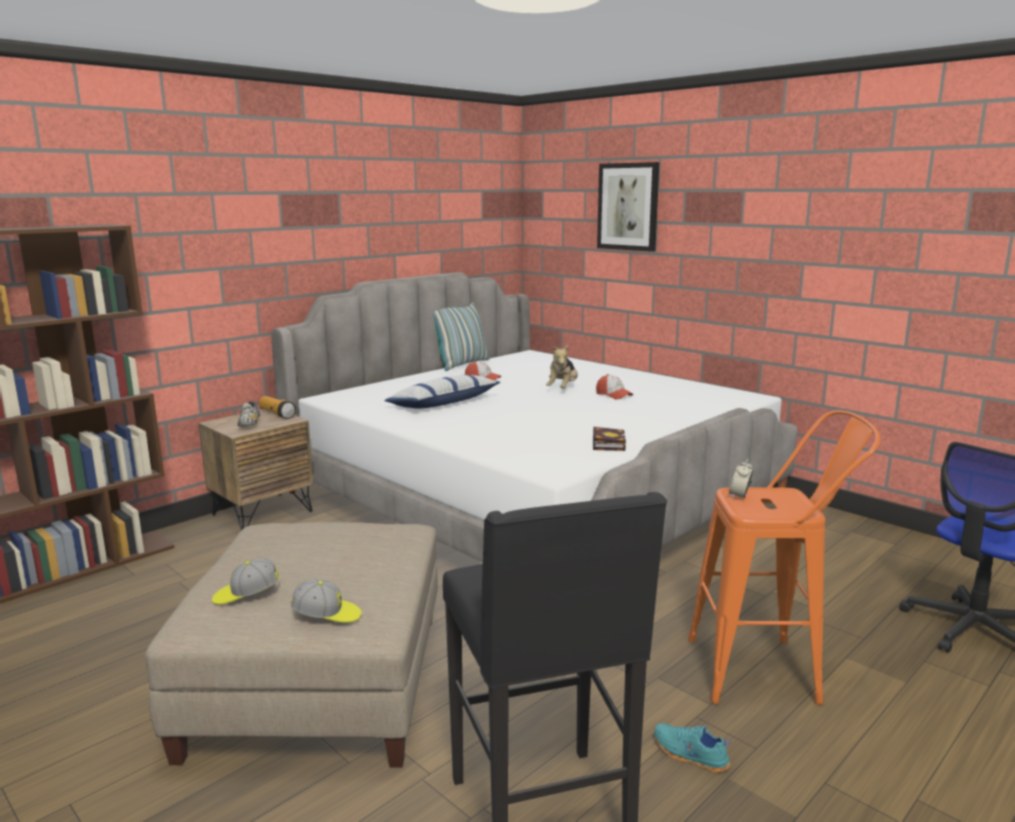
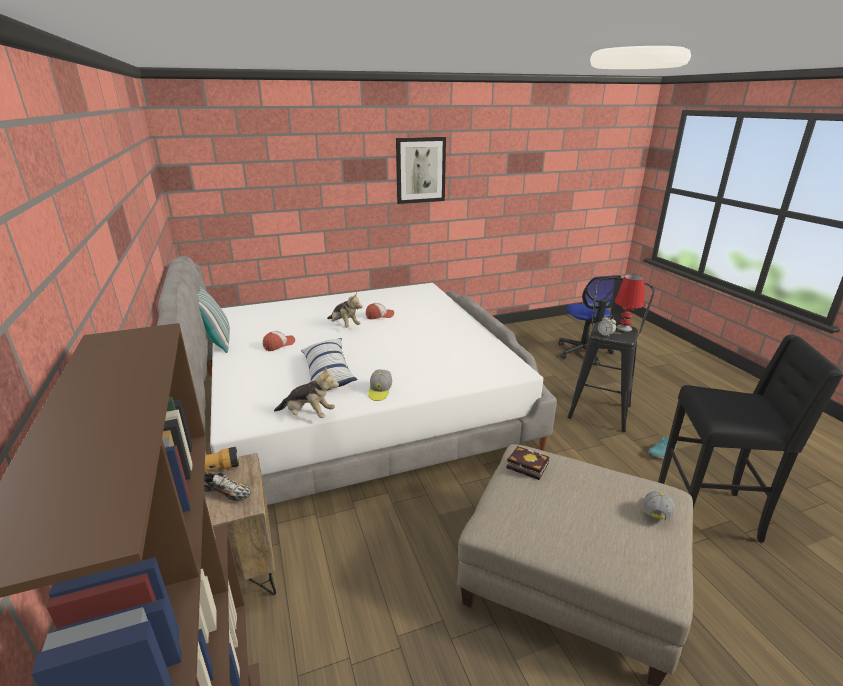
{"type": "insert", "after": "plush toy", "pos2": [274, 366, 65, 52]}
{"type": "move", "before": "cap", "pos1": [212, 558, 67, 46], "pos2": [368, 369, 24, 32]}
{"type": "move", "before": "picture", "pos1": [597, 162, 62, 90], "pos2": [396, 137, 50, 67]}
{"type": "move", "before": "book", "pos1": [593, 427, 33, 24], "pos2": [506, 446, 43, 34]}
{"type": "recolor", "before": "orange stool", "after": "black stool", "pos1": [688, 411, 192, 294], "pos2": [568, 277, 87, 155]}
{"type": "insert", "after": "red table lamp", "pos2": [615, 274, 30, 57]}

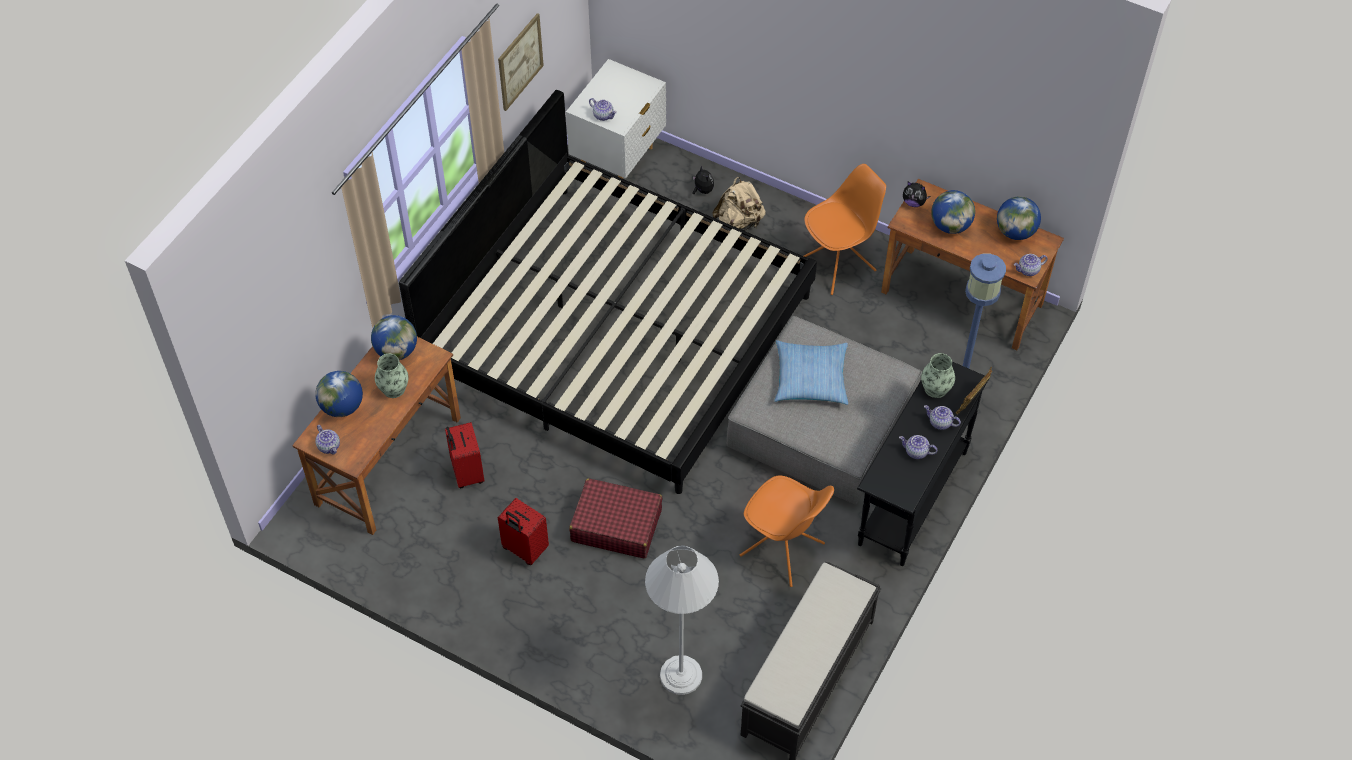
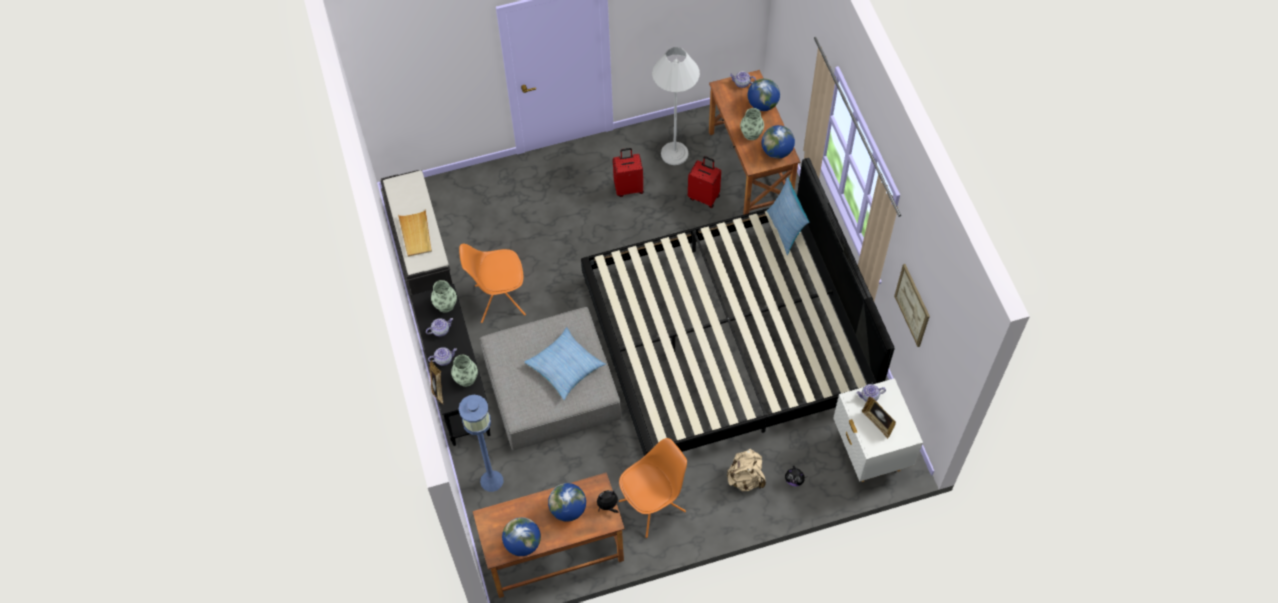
{"type": "insert", "after": "beige tray", "pos2": [398, 209, 34, 48]}
{"type": "insert", "after": "vase", "pos2": [431, 280, 26, 33]}
{"type": "rotate", "before": "orange chair", "pos1": [804, 164, 82, 131], "pos2": [619, 438, 68, 100], "turn": -135}
{"type": "move", "before": "white floor lamp", "pos1": [645, 545, 74, 150], "pos2": [652, 47, 48, 118]}
{"type": "insert", "after": "pillow", "pos2": [767, 178, 42, 77]}
{"type": "insert", "after": "picture frame", "pos2": [862, 397, 34, 42]}
{"type": "delete", "before": "red suitcase", "pos1": [569, 478, 93, 80]}
{"type": "delete", "before": "teapot", "pos1": [1014, 254, 34, 22]}

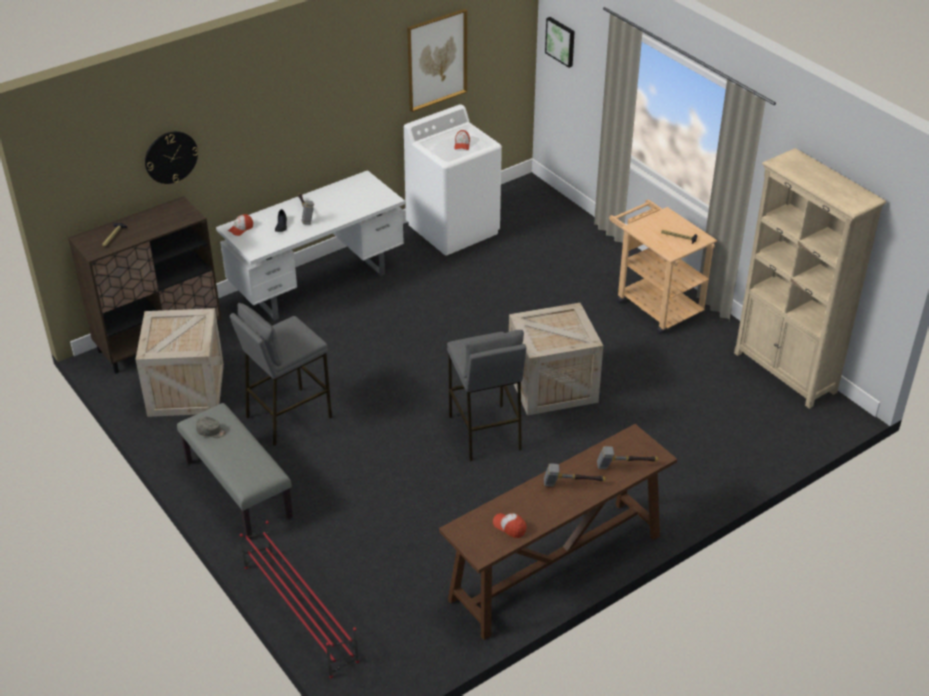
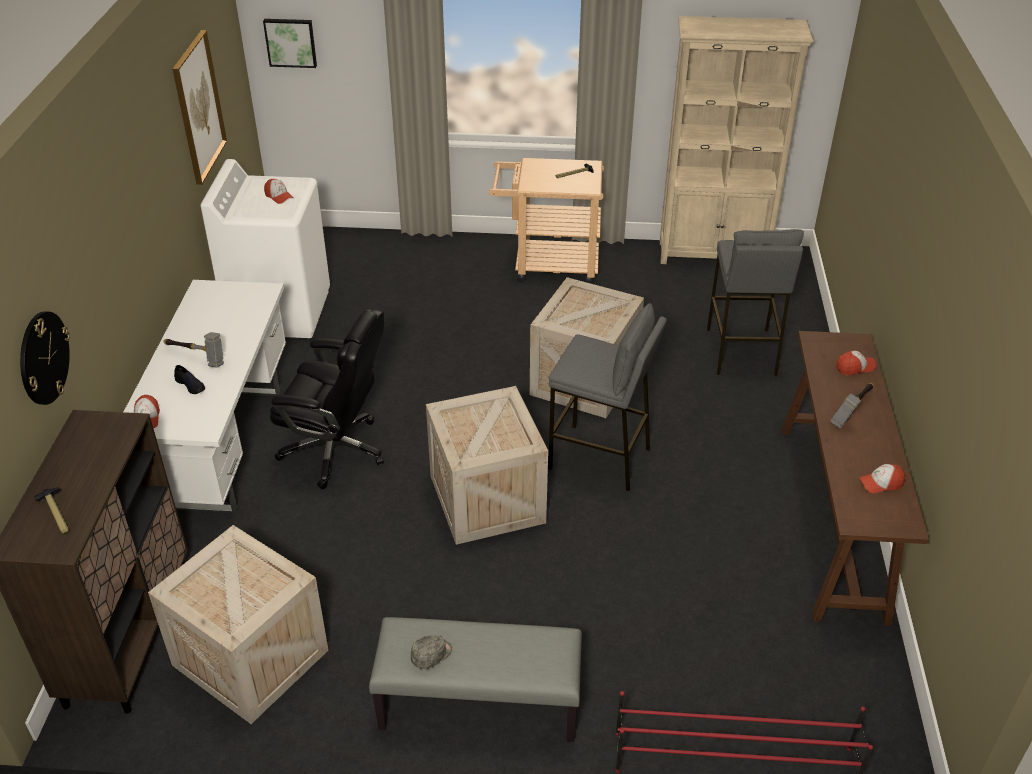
{"type": "insert", "after": "black office chair", "pos2": [270, 309, 114, 180]}
{"type": "insert", "after": "crate", "pos2": [426, 386, 122, 159]}
{"type": "move", "before": "grey stool", "pos1": [230, 303, 102, 143], "pos2": [707, 229, 97, 147]}
{"type": "replace", "before": "hammer", "after": "cap", "pos1": [597, 446, 62, 23], "pos2": [837, 351, 39, 24]}

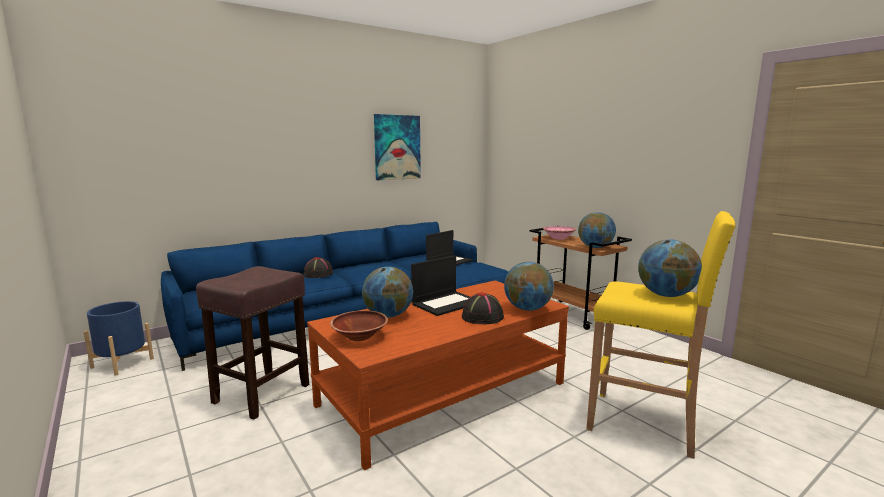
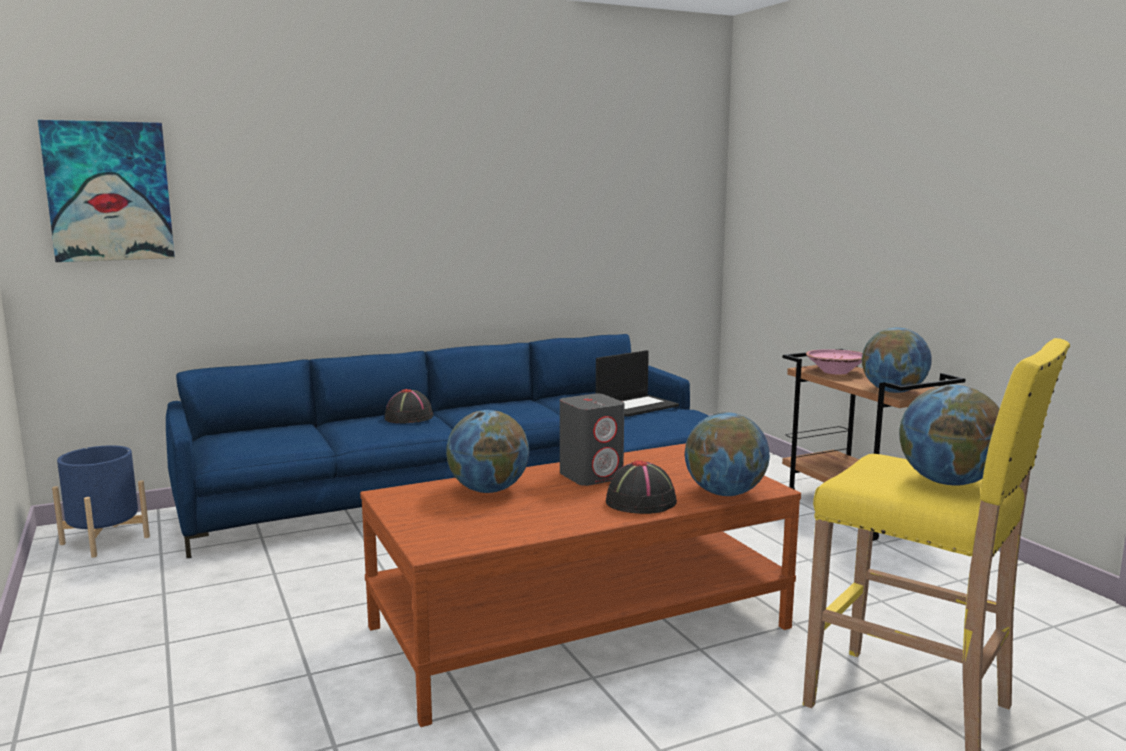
{"type": "move", "before": "picture", "pos1": [374, 114, 47, 66], "pos2": [38, 120, 137, 142]}
{"type": "replace", "before": "laptop", "after": "grey speaker", "pos1": [411, 255, 59, 61], "pos2": [560, 394, 64, 92]}
{"type": "delete", "before": "brown stool", "pos1": [196, 266, 113, 154]}
{"type": "delete", "before": "brown bowl", "pos1": [330, 310, 58, 31]}

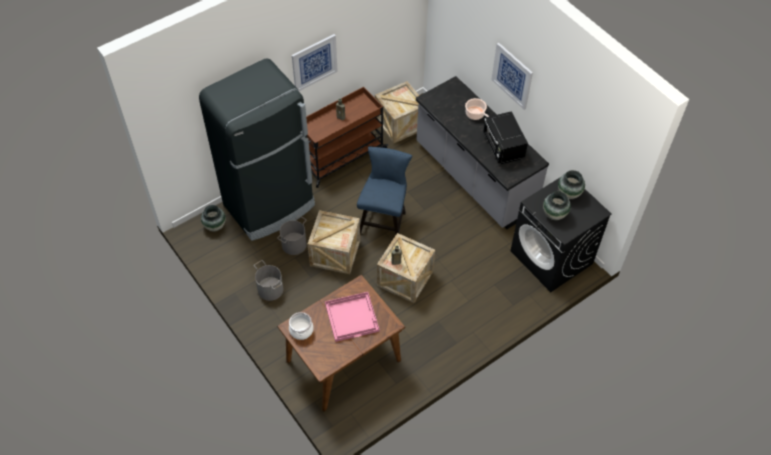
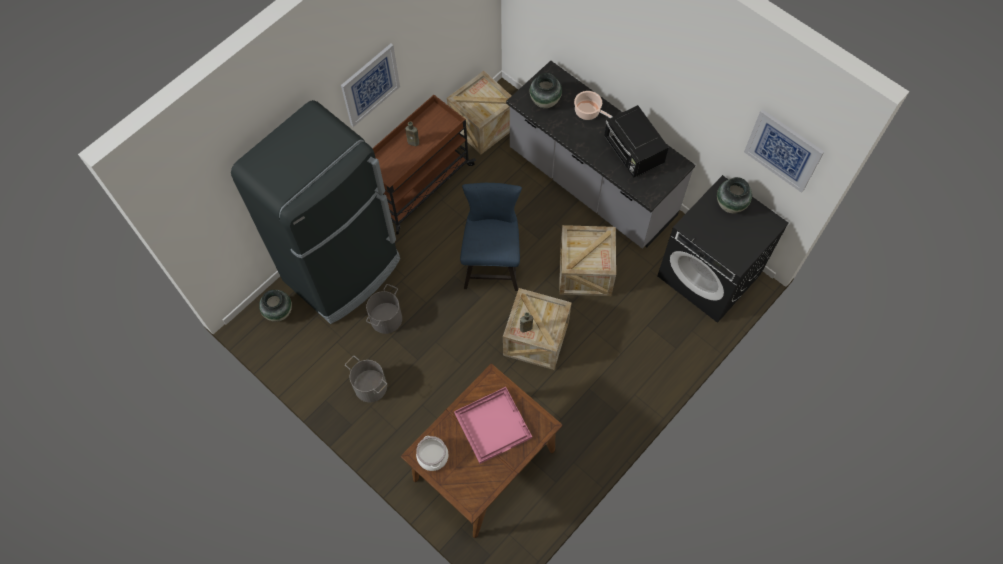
{"type": "move", "before": "vase", "pos1": [543, 191, 28, 29], "pos2": [530, 73, 32, 35]}
{"type": "move", "before": "crate", "pos1": [308, 210, 52, 64], "pos2": [559, 225, 57, 71]}
{"type": "move", "before": "picture", "pos1": [491, 43, 42, 67], "pos2": [744, 109, 80, 84]}

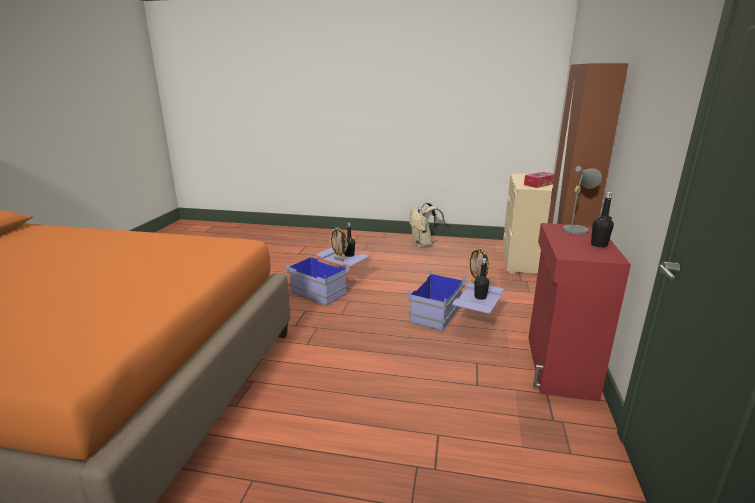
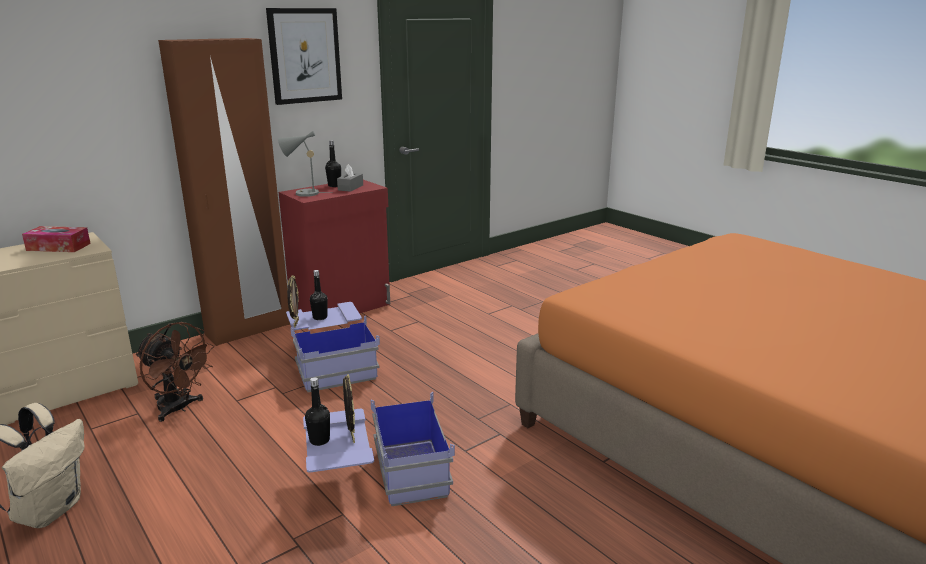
{"type": "insert", "after": "brown fan", "pos2": [136, 322, 78, 100]}
{"type": "insert", "after": "picture", "pos2": [266, 8, 76, 97]}
{"type": "insert", "after": "grey tissue box", "pos2": [337, 164, 26, 28]}

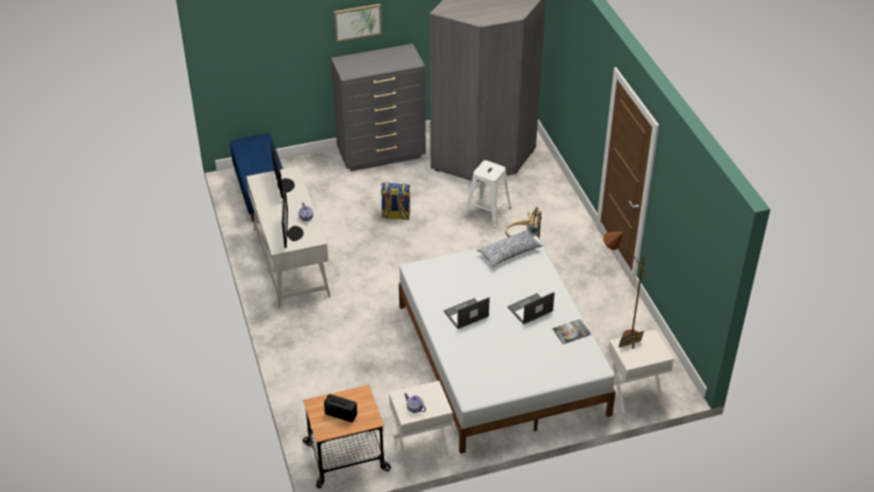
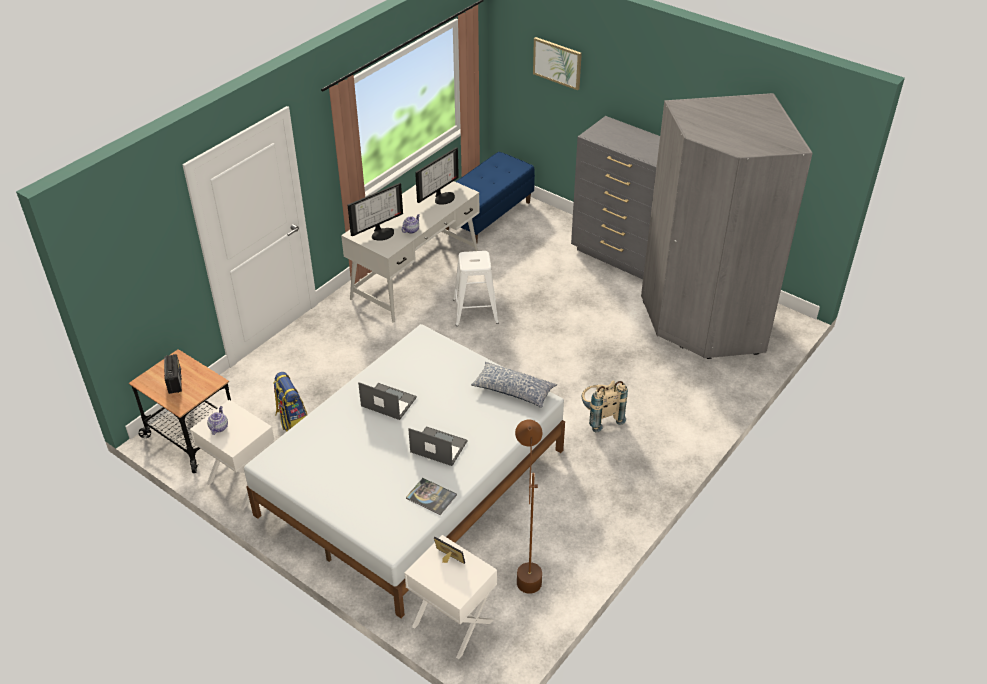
{"type": "move", "before": "backpack", "pos1": [381, 182, 29, 38], "pos2": [273, 372, 34, 60]}
{"type": "move", "before": "white stool", "pos1": [464, 160, 48, 68], "pos2": [453, 251, 46, 75]}
{"type": "move", "before": "picture", "pos1": [334, 4, 48, 38], "pos2": [533, 37, 49, 53]}

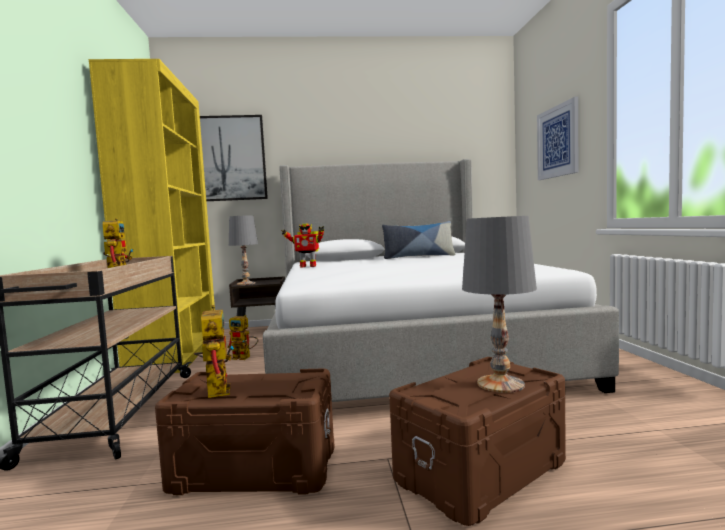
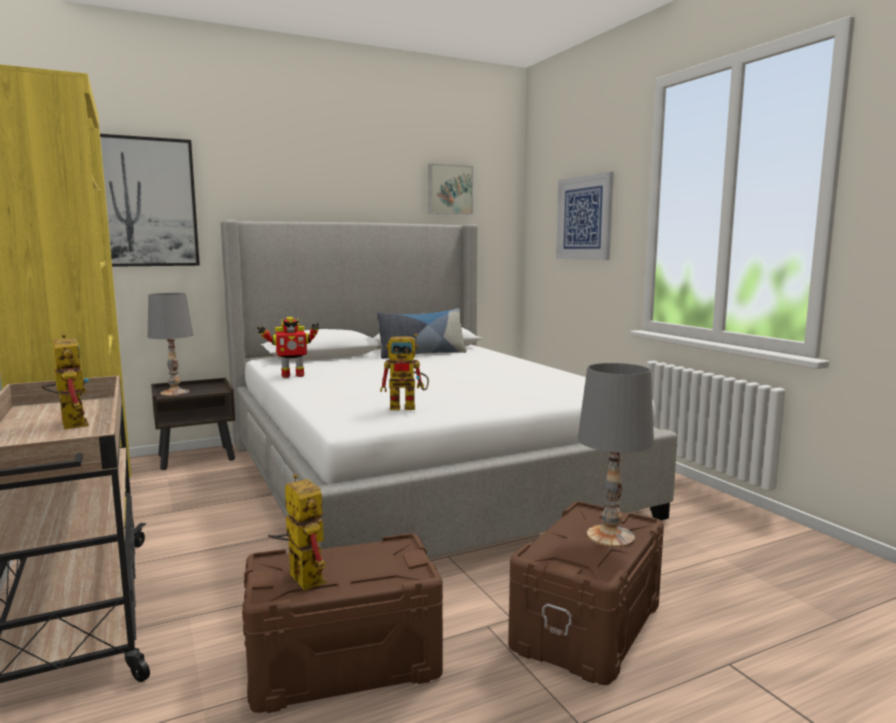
{"type": "move", "before": "toy robot", "pos1": [228, 315, 30, 45], "pos2": [380, 333, 49, 77]}
{"type": "insert", "after": "picture", "pos2": [428, 163, 45, 51]}

